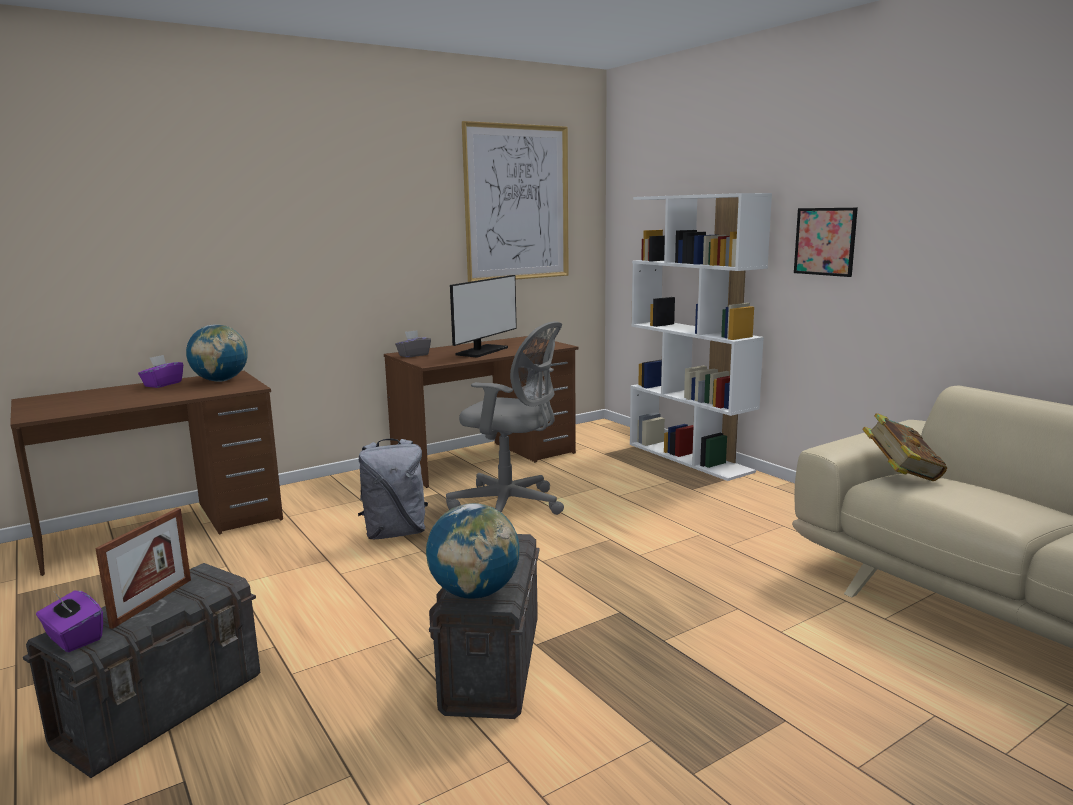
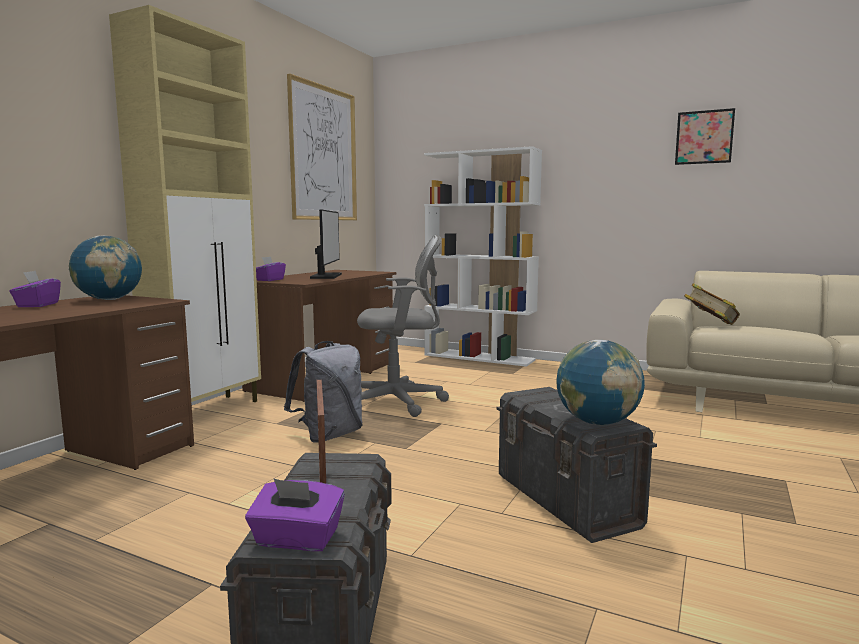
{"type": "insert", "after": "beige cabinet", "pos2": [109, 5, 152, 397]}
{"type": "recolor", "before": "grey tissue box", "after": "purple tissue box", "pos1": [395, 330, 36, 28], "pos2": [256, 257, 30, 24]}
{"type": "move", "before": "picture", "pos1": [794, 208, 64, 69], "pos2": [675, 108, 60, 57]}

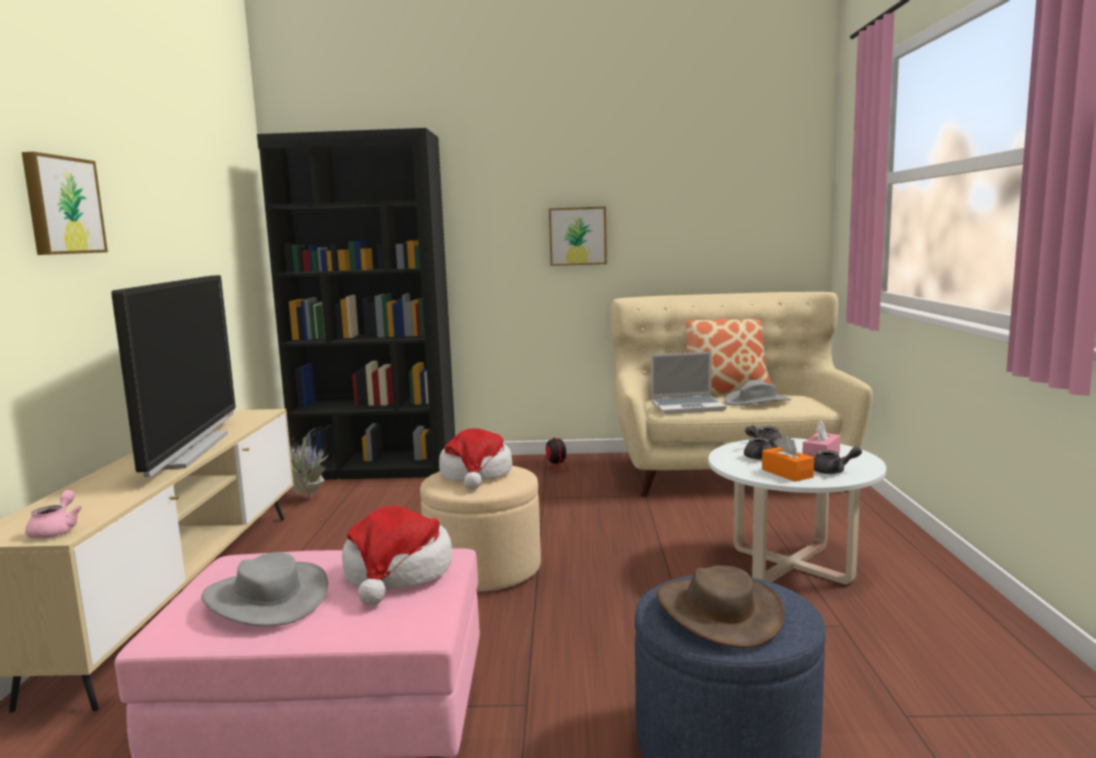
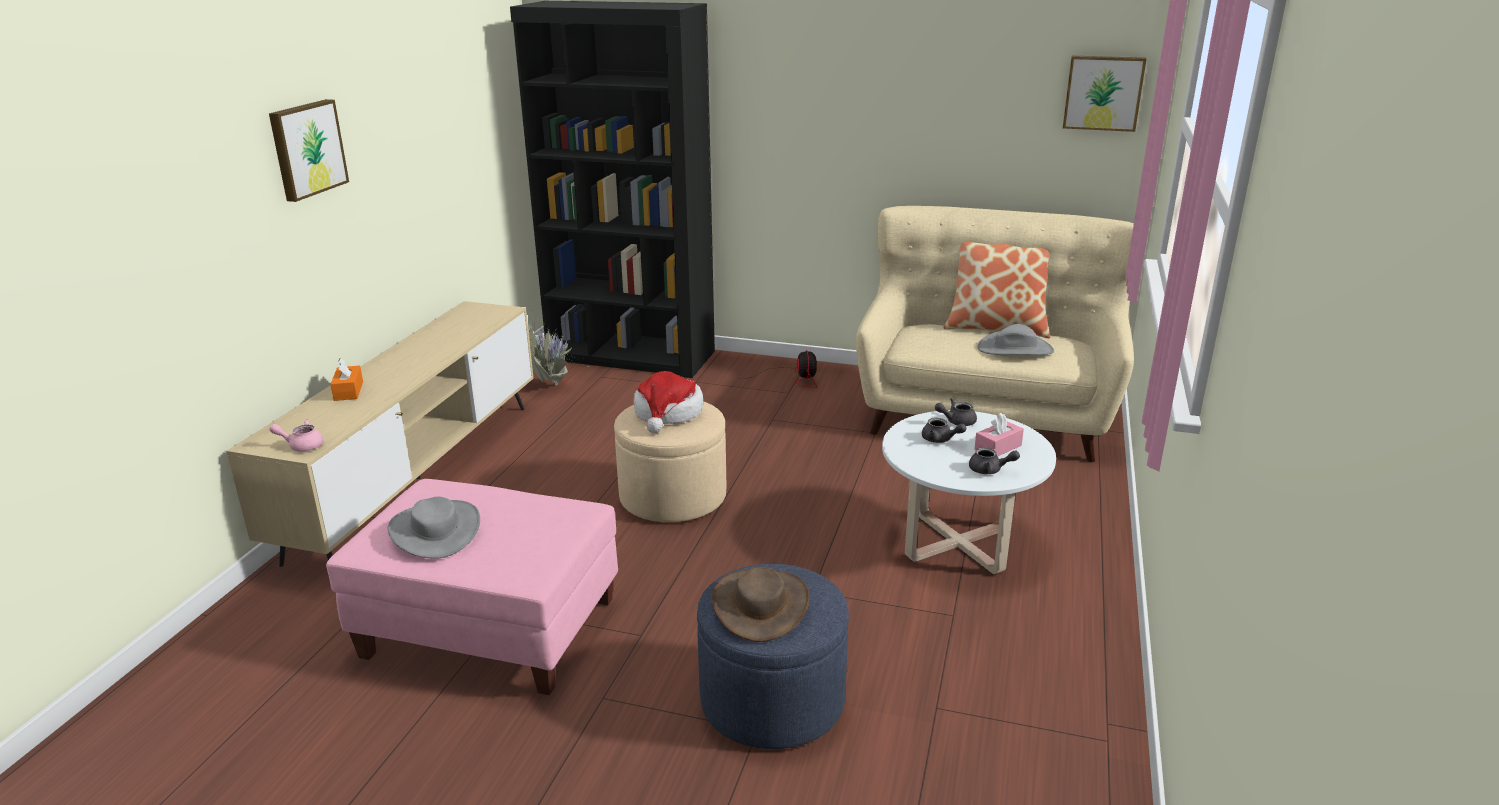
{"type": "rotate", "before": "pink teapot", "pos1": [25, 490, 57, 49], "pos2": [269, 419, 55, 32], "turn": -105}
{"type": "move", "before": "orange tissue box", "pos1": [762, 435, 52, 47], "pos2": [330, 358, 33, 43]}
{"type": "move", "before": "picture", "pos1": [549, 206, 58, 60], "pos2": [1063, 56, 83, 76]}
{"type": "delete", "before": "television", "pos1": [111, 275, 124, 202]}
{"type": "delete", "before": "hat", "pos1": [342, 506, 110, 100]}
{"type": "delete", "before": "laptop", "pos1": [651, 352, 75, 62]}

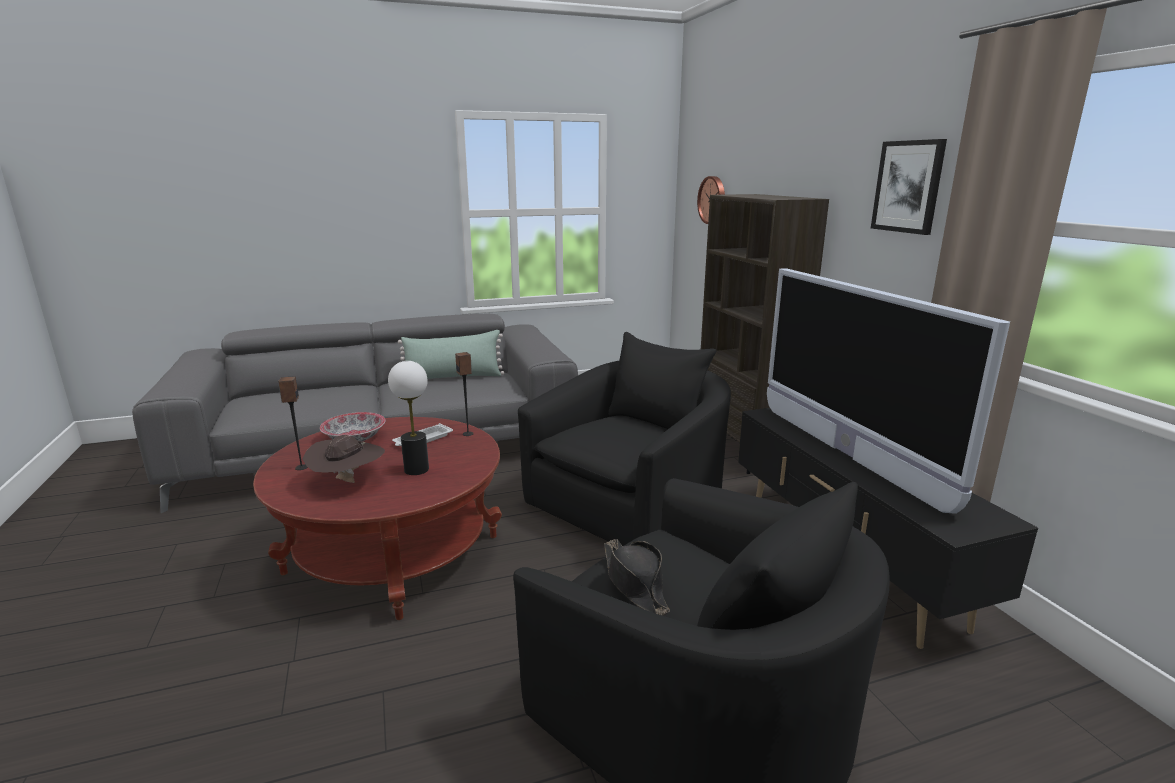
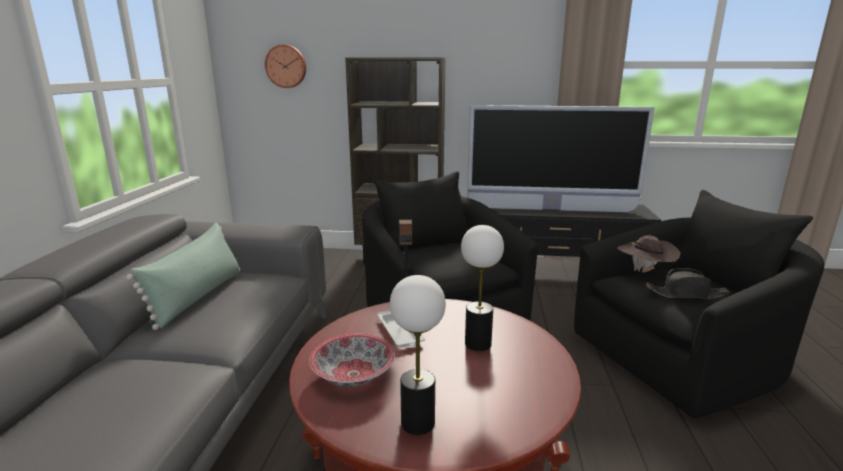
{"type": "replace", "before": "speaker", "after": "table lamp", "pos1": [278, 376, 30, 94], "pos2": [390, 275, 56, 160]}
{"type": "move", "before": "brown hat", "pos1": [303, 435, 82, 48], "pos2": [617, 235, 64, 37]}
{"type": "delete", "before": "picture", "pos1": [871, 139, 76, 96]}

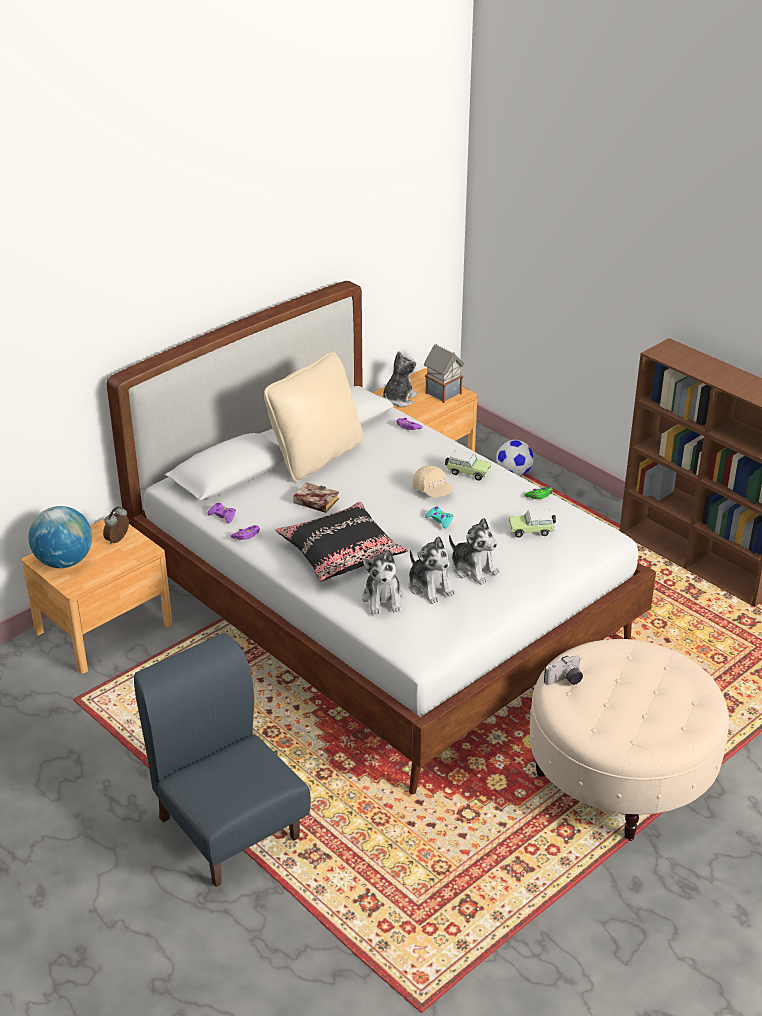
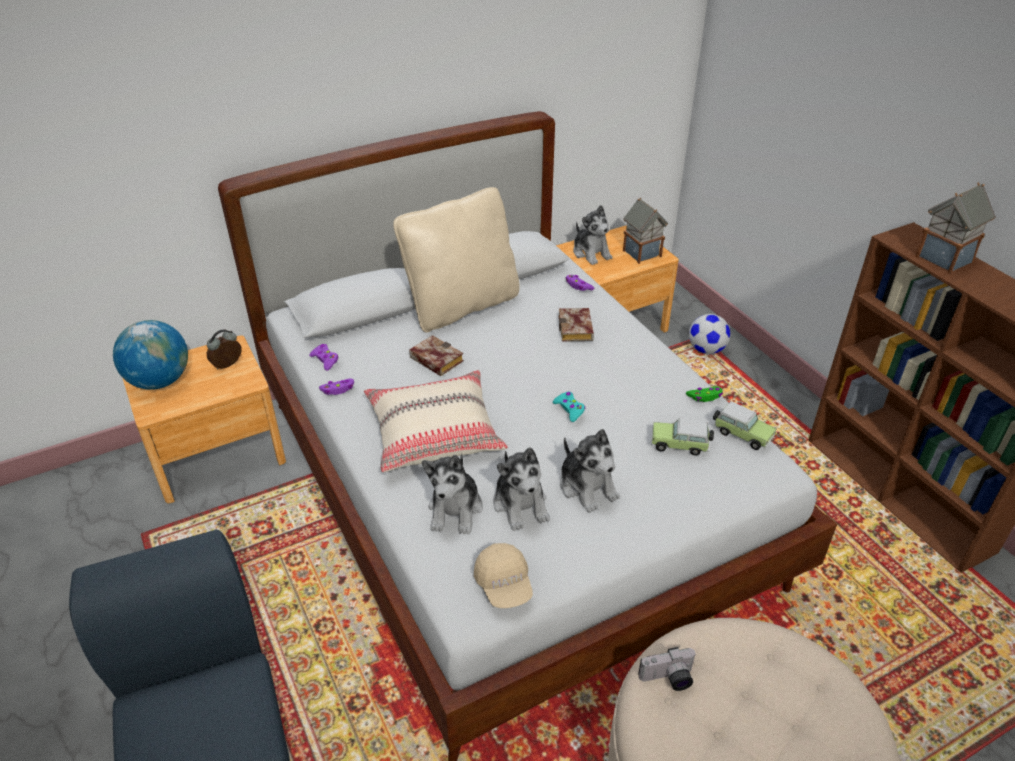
{"type": "recolor", "before": "black pillow", "after": "beige pillow", "pos1": [275, 502, 133, 80], "pos2": [364, 370, 144, 103]}
{"type": "move", "before": "beige cap", "pos1": [412, 465, 42, 33], "pos2": [474, 543, 59, 65]}
{"type": "insert", "after": "book", "pos2": [559, 308, 35, 34]}
{"type": "rotate", "before": "plush toy", "pos1": [382, 351, 35, 56], "pos2": [573, 205, 39, 60], "turn": 105}
{"type": "move", "before": "toy car", "pos1": [445, 450, 46, 31], "pos2": [713, 401, 64, 49]}
{"type": "insert", "after": "toy house", "pos2": [915, 182, 81, 92]}

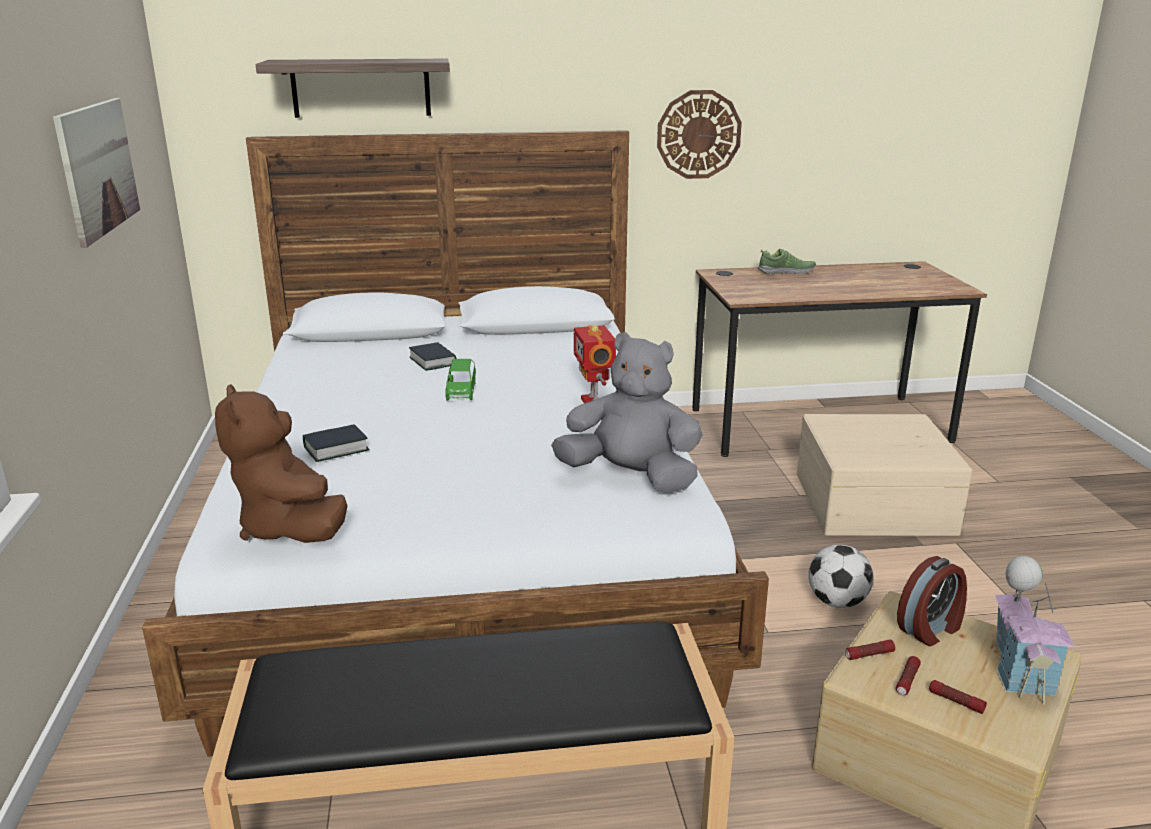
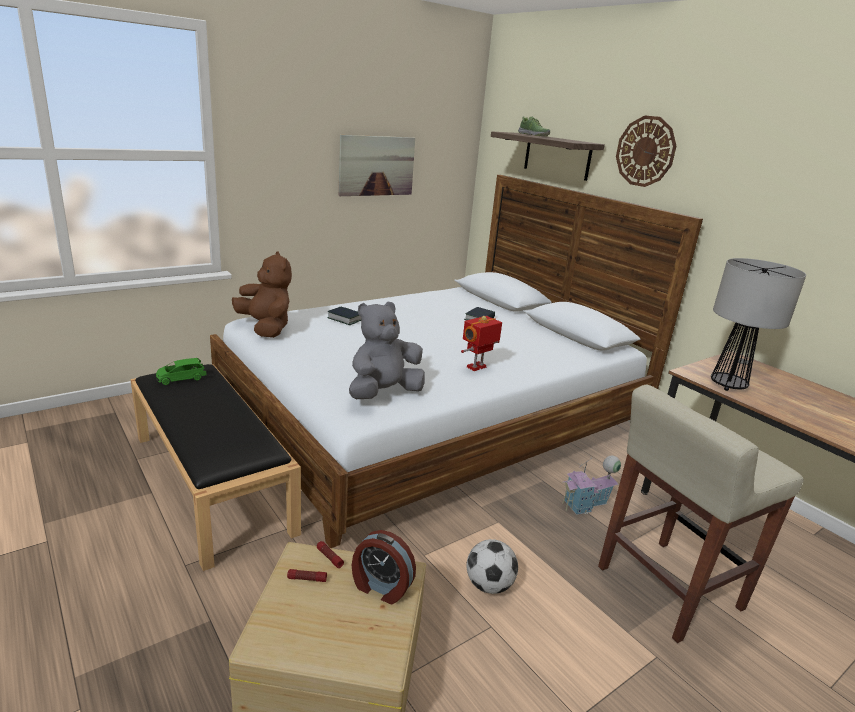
{"type": "move", "before": "green toy car", "pos1": [445, 359, 31, 42], "pos2": [156, 358, 50, 27]}
{"type": "rotate", "before": "brown plush toy", "pos1": [215, 384, 132, 159], "pos2": [232, 251, 60, 87], "turn": 105}
{"type": "rotate", "before": "grey plush toy", "pos1": [551, 332, 152, 161], "pos2": [349, 302, 76, 97], "turn": -120}
{"type": "move", "before": "shoe", "pos1": [758, 249, 58, 26], "pos2": [518, 116, 32, 20]}
{"type": "move", "before": "toy house", "pos1": [995, 556, 80, 149], "pos2": [562, 456, 59, 59]}
{"type": "replace", "before": "beige storage box", "after": "beige stool", "pos1": [797, 414, 176, 122], "pos2": [598, 385, 206, 258]}
{"type": "move", "before": "wall clock", "pos1": [657, 90, 85, 89], "pos2": [616, 115, 60, 72]}
{"type": "insert", "after": "table lamp", "pos2": [711, 258, 95, 133]}
{"type": "delete", "before": "flashlight", "pos1": [929, 680, 58, 34]}

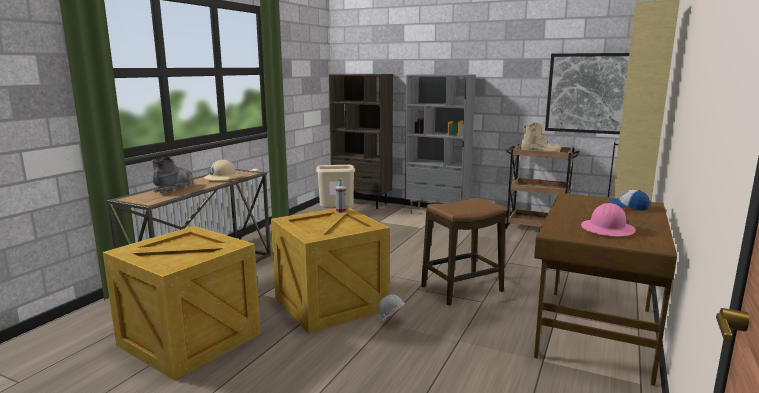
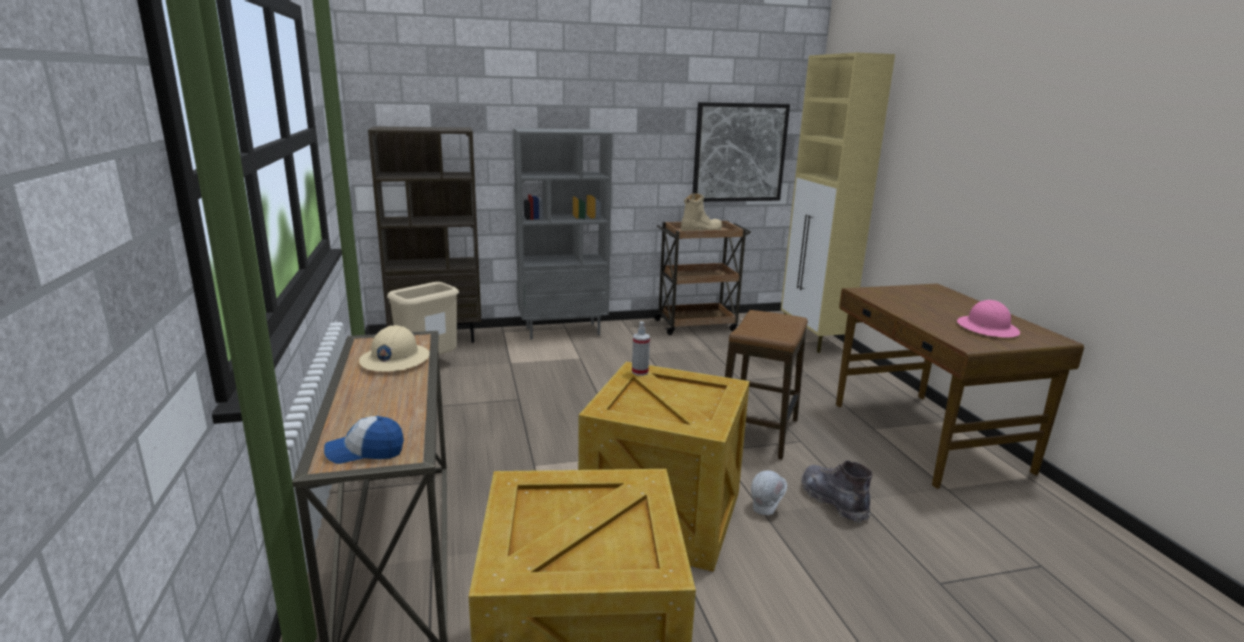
{"type": "move", "before": "cap", "pos1": [609, 190, 41, 21], "pos2": [324, 416, 80, 48]}
{"type": "move", "before": "grey boot", "pos1": [152, 156, 41, 37], "pos2": [801, 460, 72, 63]}

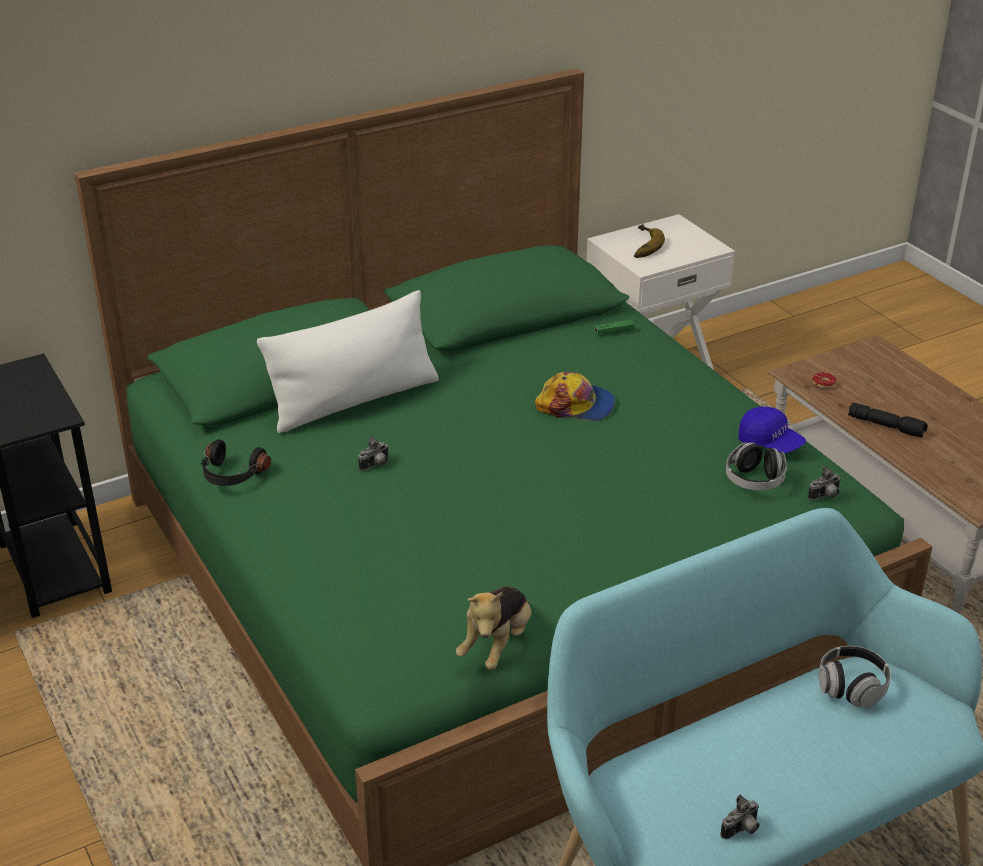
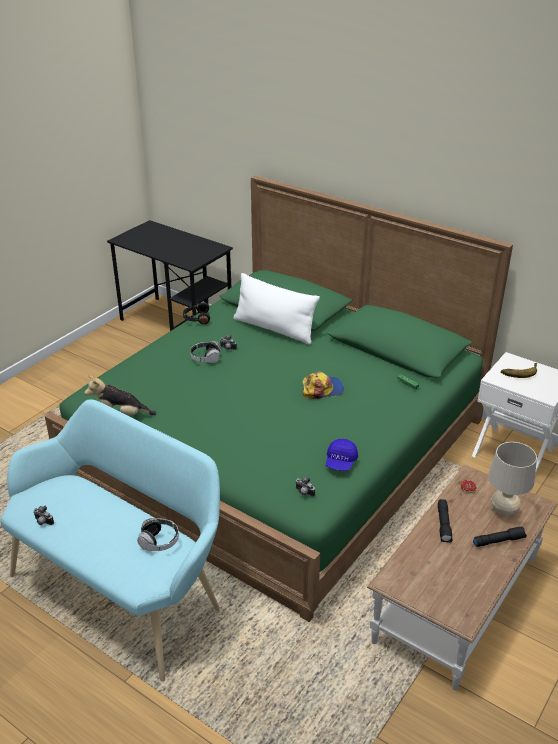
{"type": "move", "before": "headphones", "pos1": [726, 442, 61, 48], "pos2": [190, 341, 31, 22]}
{"type": "rotate", "before": "cap", "pos1": [535, 372, 80, 49], "pos2": [302, 372, 42, 27], "turn": -90}
{"type": "insert", "after": "black flashlight", "pos2": [473, 527, 54, 20]}
{"type": "insert", "after": "beige table lamp", "pos2": [488, 442, 49, 74]}

